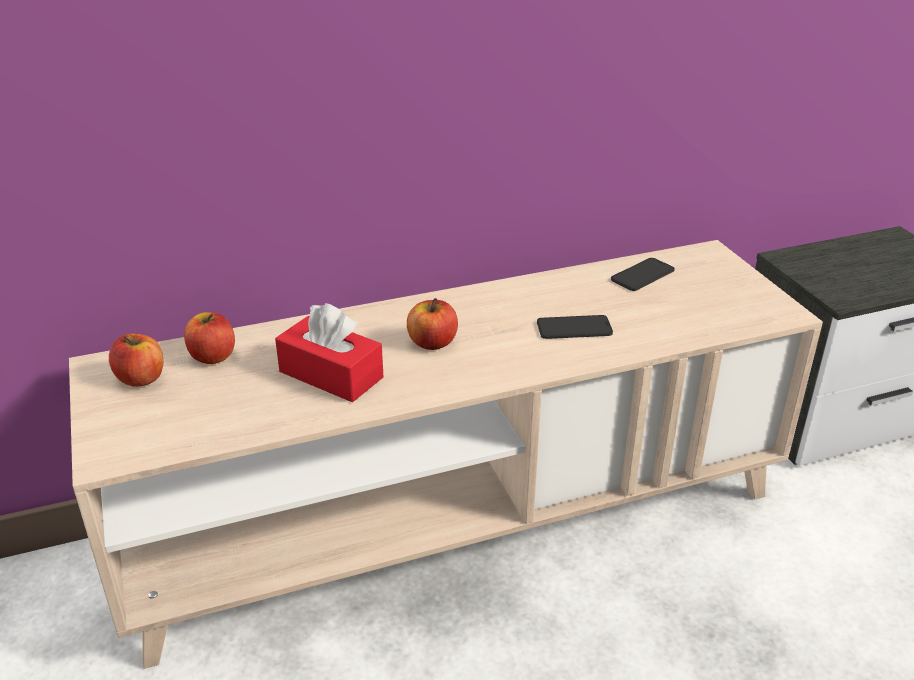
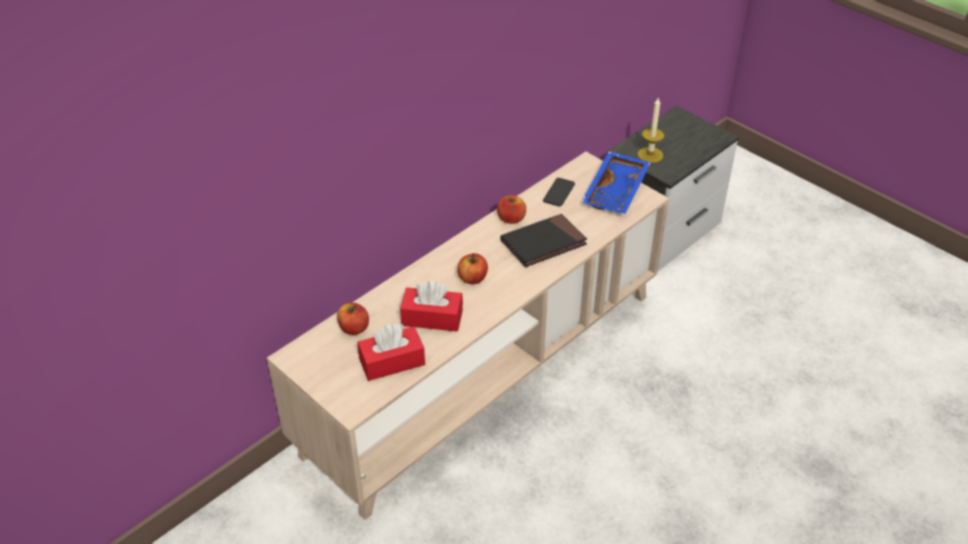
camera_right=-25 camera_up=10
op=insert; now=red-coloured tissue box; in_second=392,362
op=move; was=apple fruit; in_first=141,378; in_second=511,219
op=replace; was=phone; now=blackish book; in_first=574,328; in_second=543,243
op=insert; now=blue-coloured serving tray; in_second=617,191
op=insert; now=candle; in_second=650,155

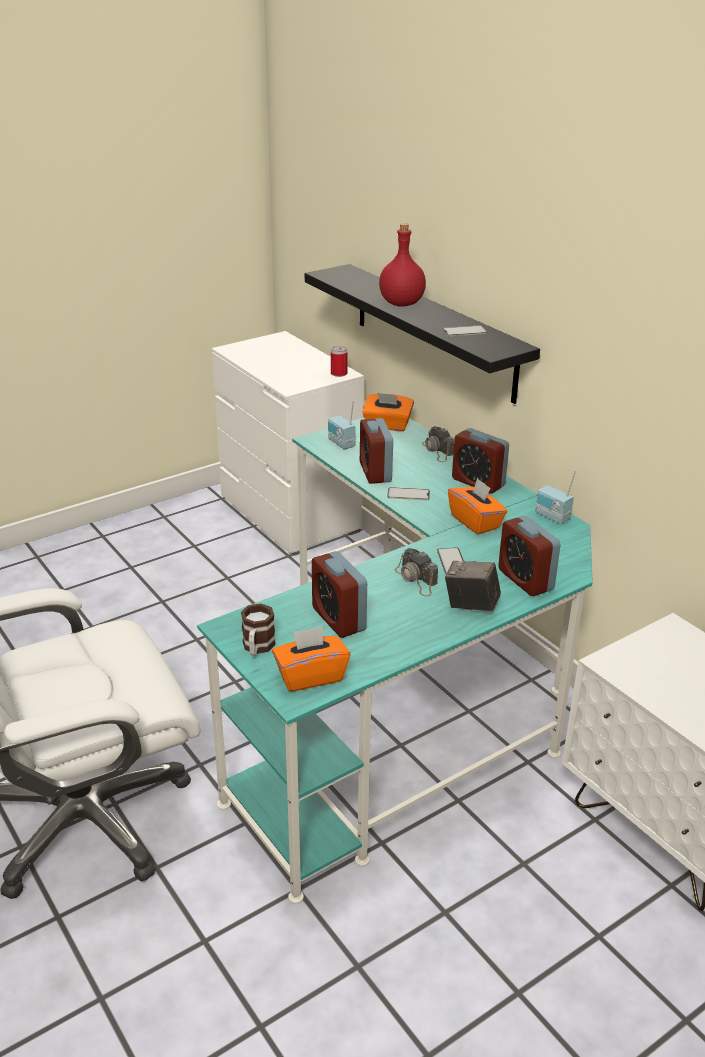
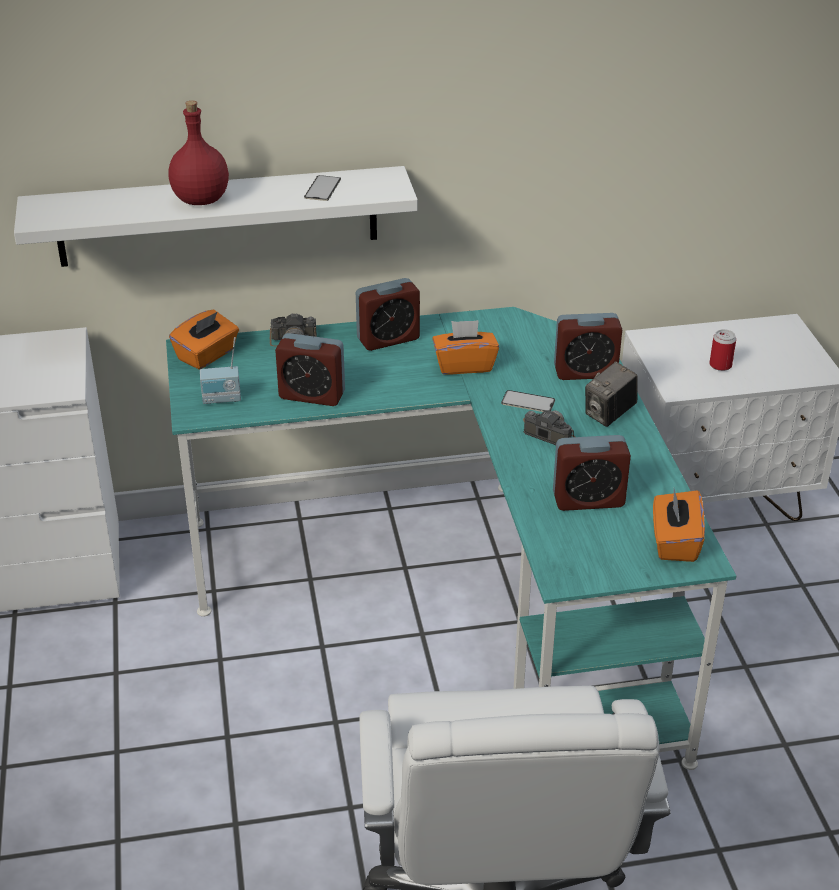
camera_right=-65 camera_up=5
op=recolor; was=blackish bracket shelf; now=whitish bracket shelf; in_first=433,331; in_second=218,216
op=rotate; was=photo camera; in_first=416,579; in_second=546,432; clockwise=-135
op=move; was=metal can; in_first=339,374; in_second=720,365
op=delete; was=coffee mug; in_first=257,648
op=delete; was=phone; in_first=408,494
op=delete; was=radio set; in_first=552,517

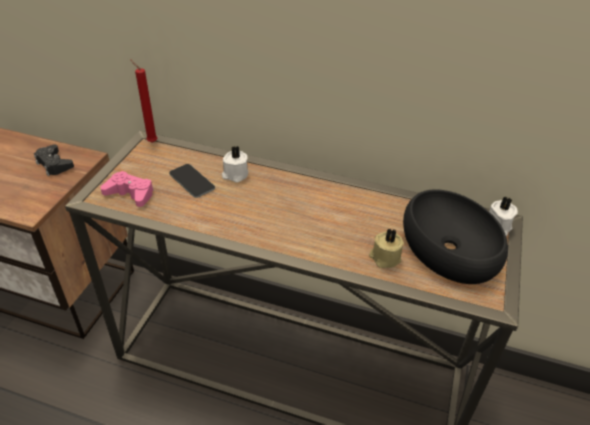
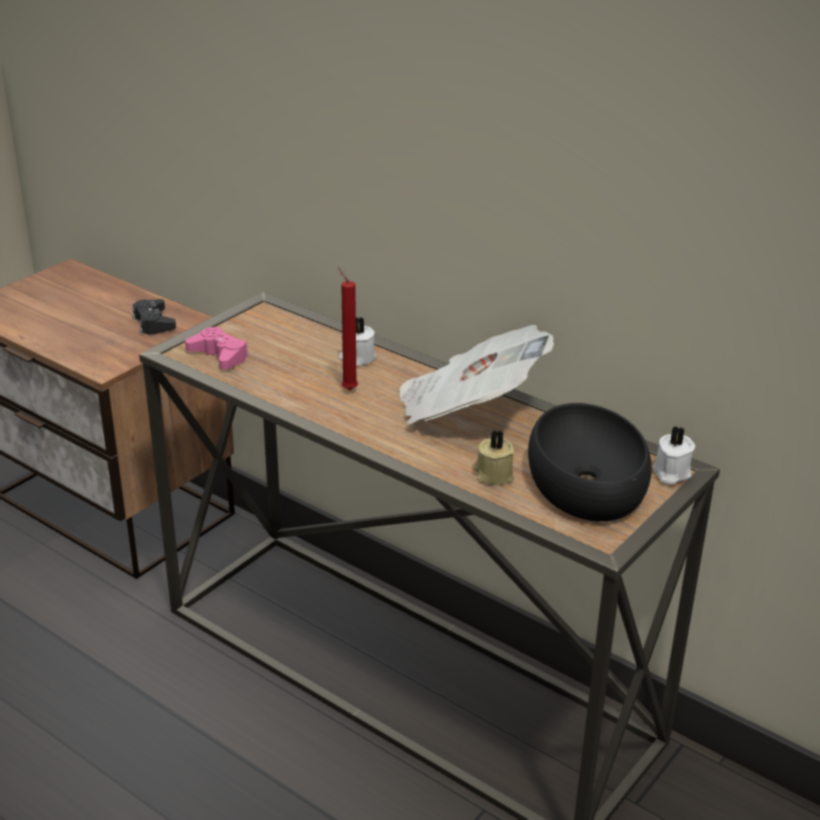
camera_right=20 camera_up=-10
op=move; was=red-coloured candle; in_first=151,142; in_second=348,389
op=insert; now=printed paper; in_second=468,409
op=delete; was=phone; in_first=192,181

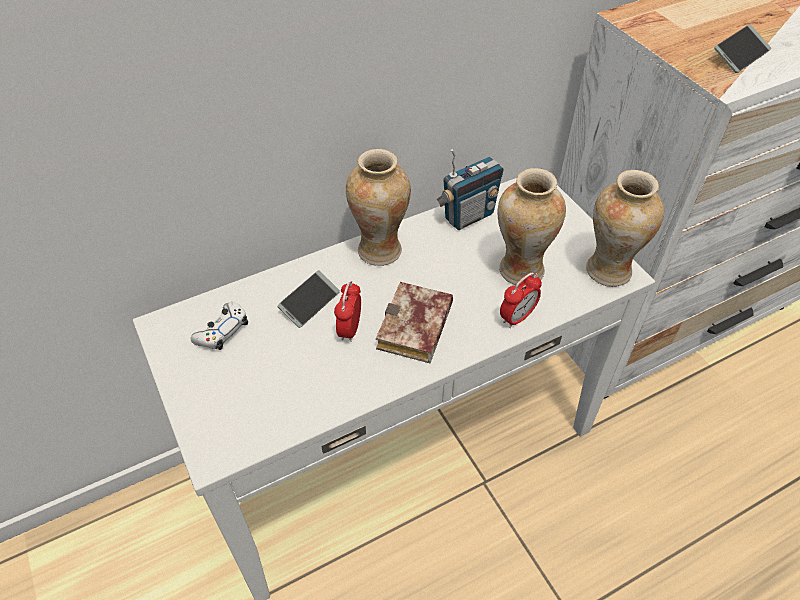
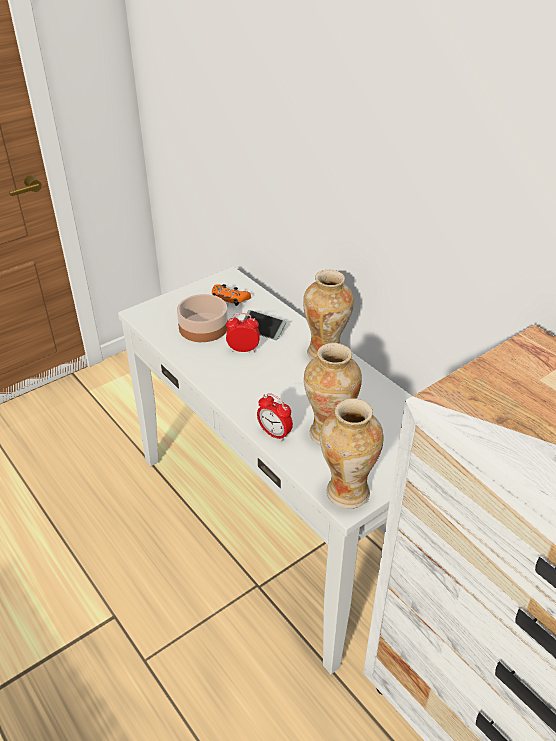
camera_right=80 camera_up=-10
op=insert; now=deep dish; in_second=203,327
op=recolor; was=whitish gamepad; now=orange gamepad; in_first=222,331; in_second=230,298
op=delete; was=book; in_first=416,331
op=delete; was=radio set; in_first=468,216
op=delete; was=phone; in_first=740,55

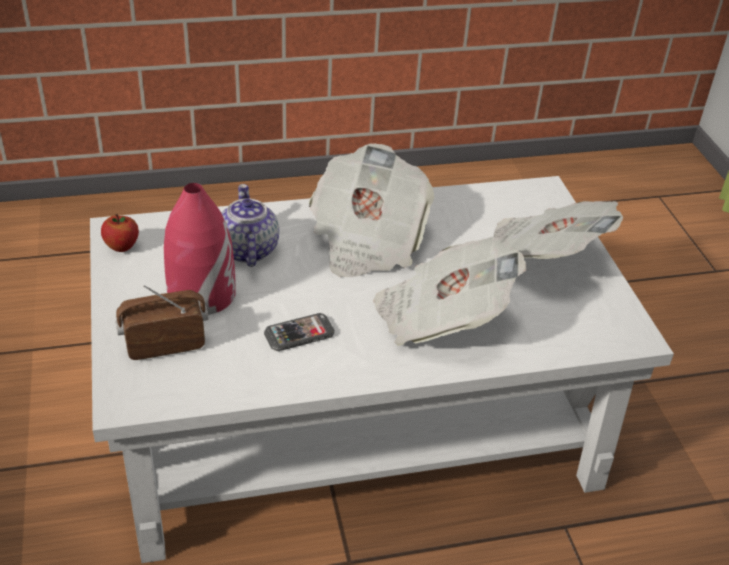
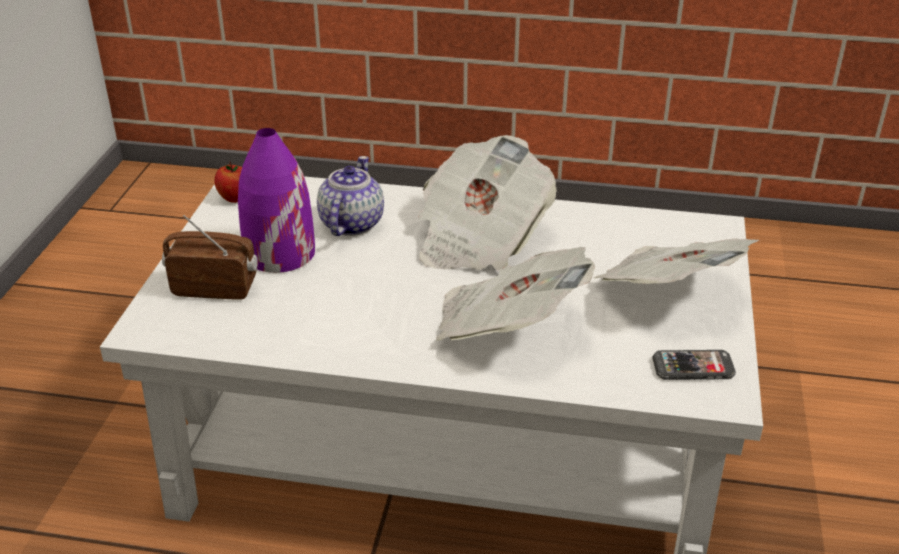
camera_right=25 camera_up=-5
op=recolor; was=red-coloured vase; now=purple vase; in_first=201,294; in_second=279,253
op=move; was=phone; in_first=299,334; in_second=693,367

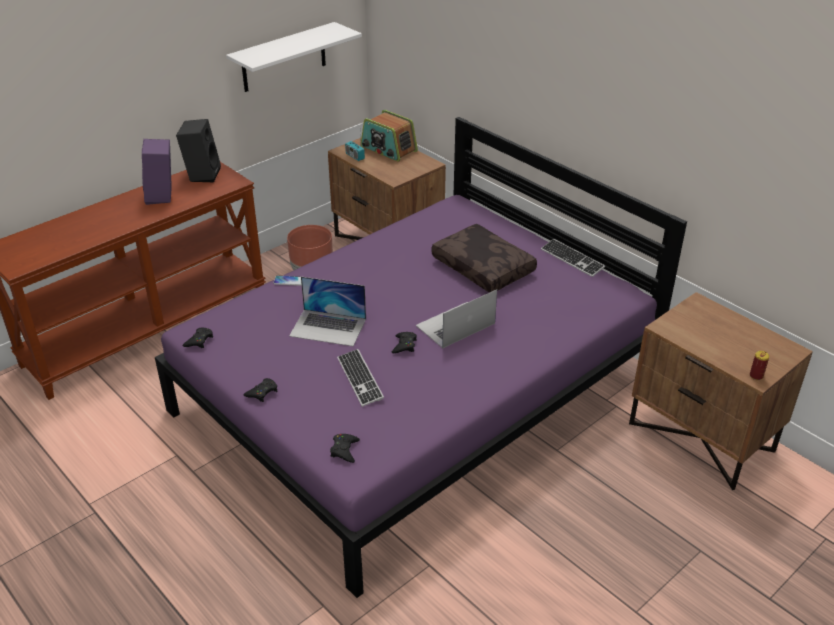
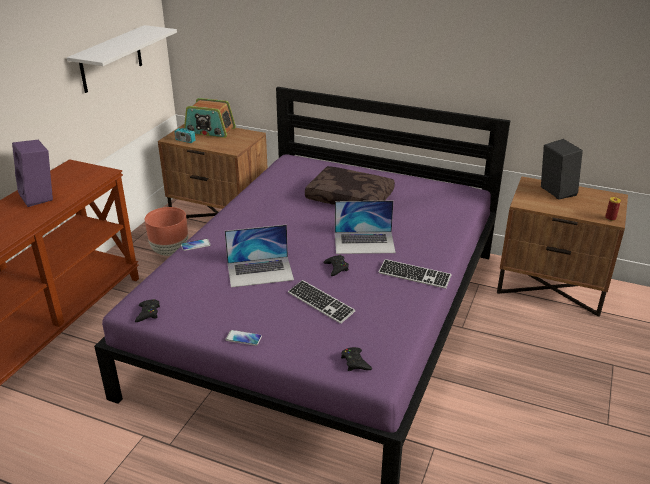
camera_right=-25 camera_up=-5
op=replace; was=blackish gamepad; now=phone; in_first=262,392; in_second=243,338
op=rotate; was=notebook computer; in_first=455,325; in_second=364,242; clockwise=-120
op=move; was=computer keyboard; in_first=572,259; in_second=414,275
op=move; was=blackish audio speaker; in_first=202,174; in_second=555,192

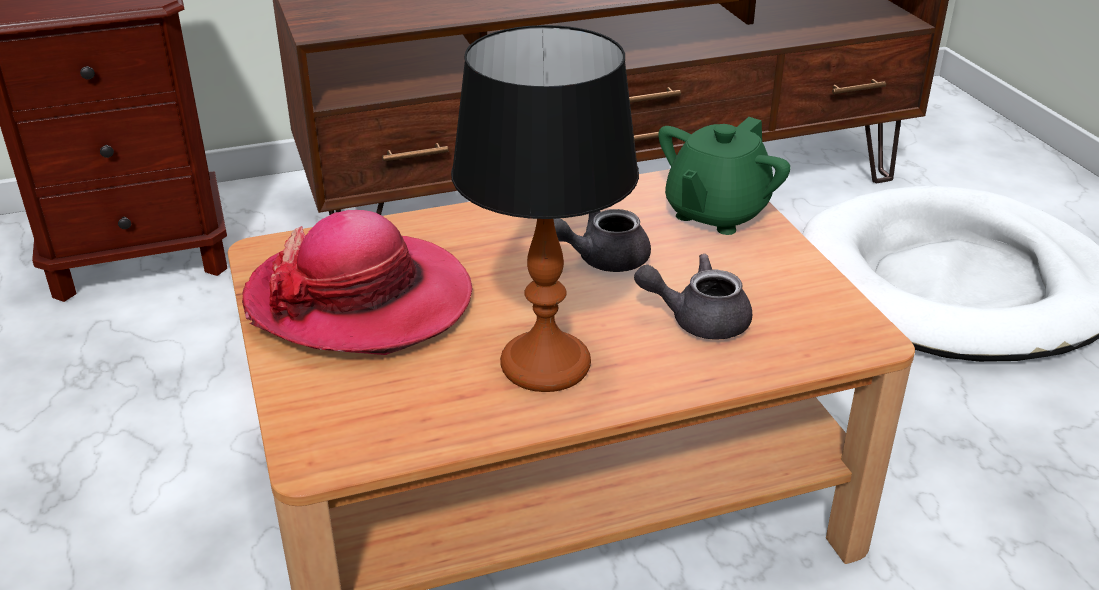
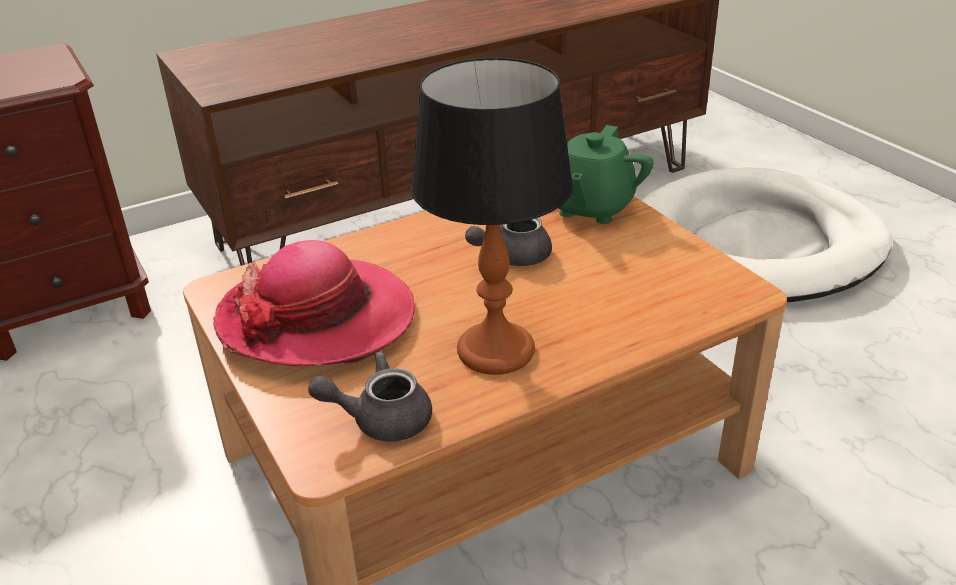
camera_right=-10 camera_up=0
op=move; was=gray teapot; in_first=698,319; in_second=380,419

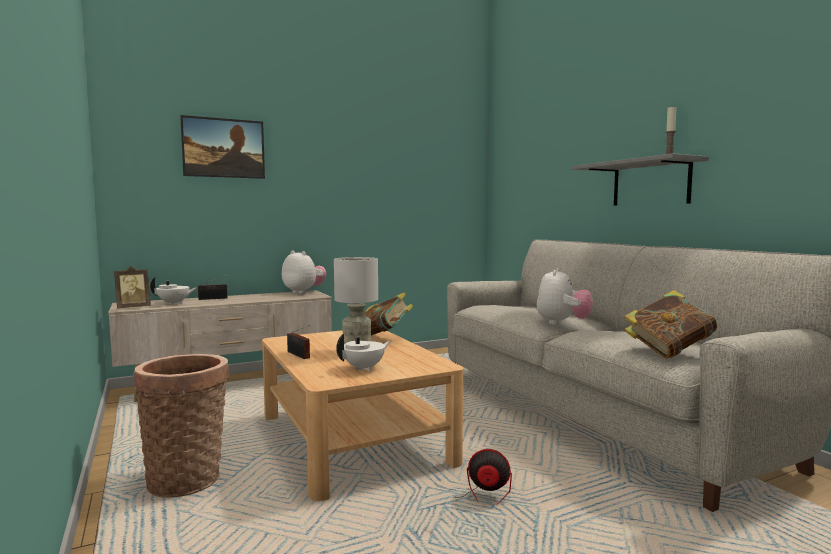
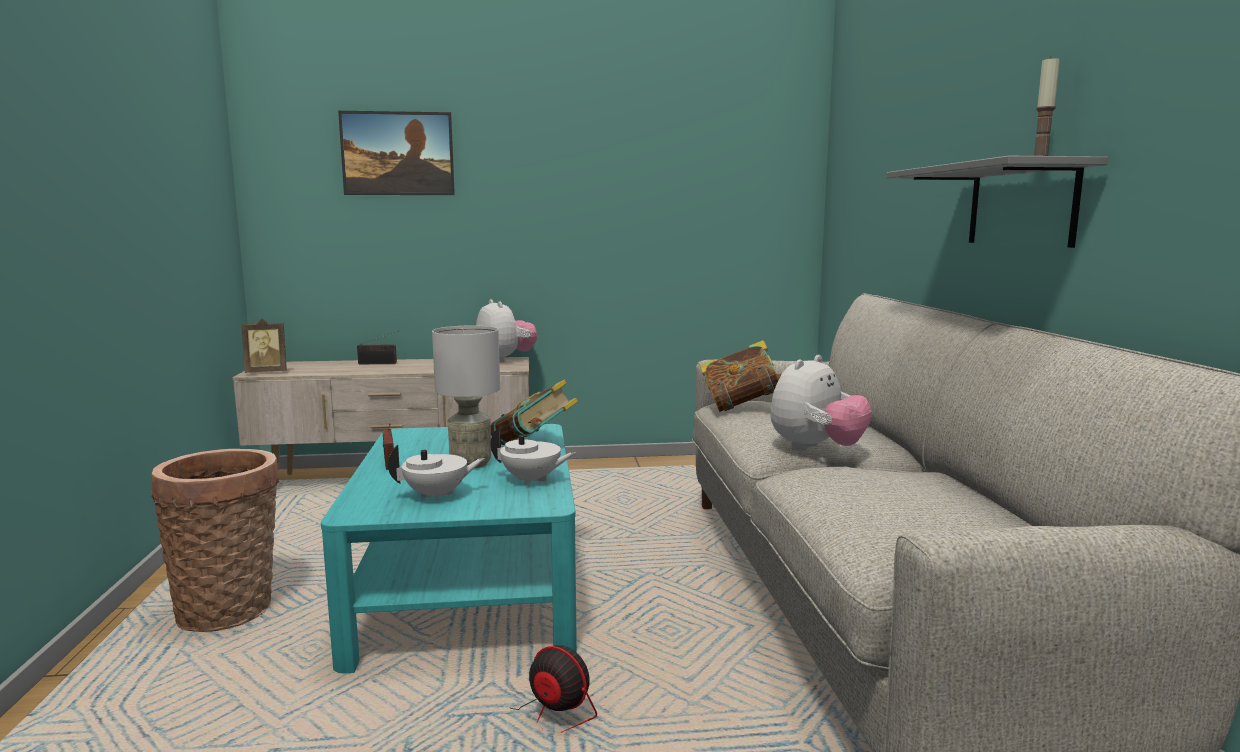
camera_right=20 camera_up=5
op=recolor; was=beige coffee table; now=turquoise coffee table; in_first=354,439; in_second=469,587
op=move; was=whitish teapot; in_first=174,303; in_second=532,480
op=move; was=book; in_first=668,352; in_second=741,406

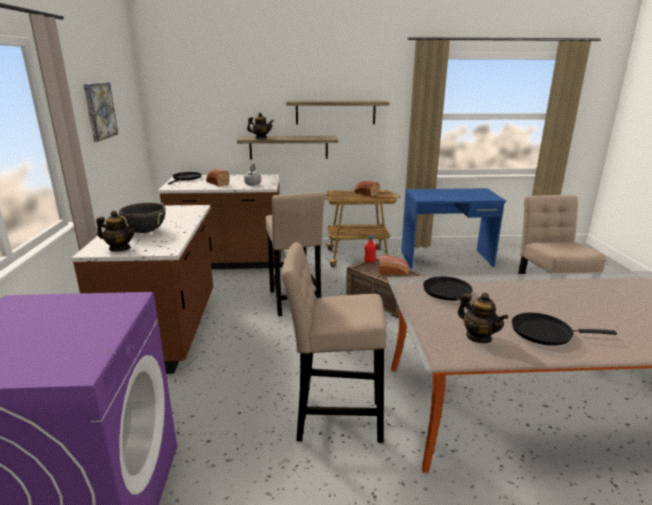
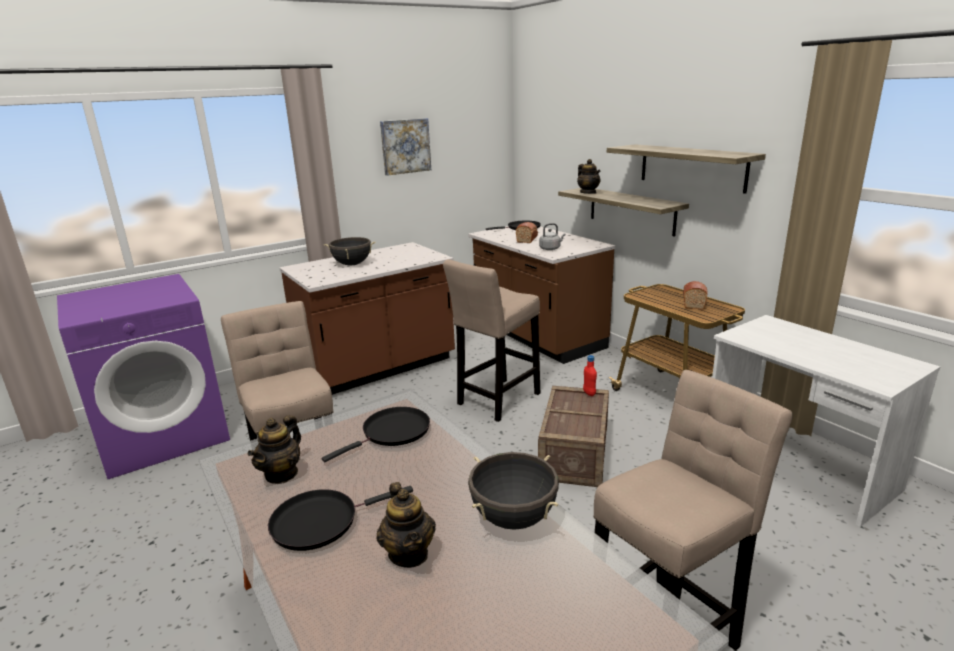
camera_right=60 camera_up=0
op=rotate; was=blackish pan; in_first=545,332; in_second=320,521; clockwise=-90
op=move; was=teapot; in_first=120,248; in_second=409,554
op=insert; now=blackish saucepot; in_second=514,518
op=recolor; was=blue-coloured desk table; now=whitish desk table; in_first=446,259; in_second=796,467
op=delete; was=bakery bread; in_first=393,272

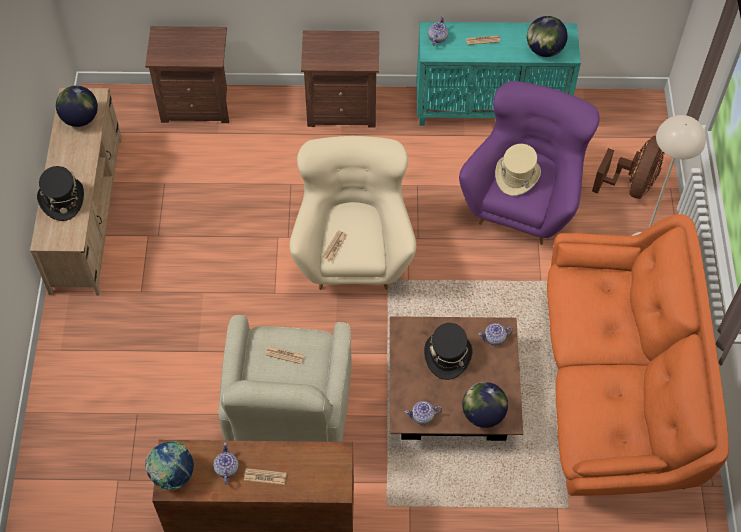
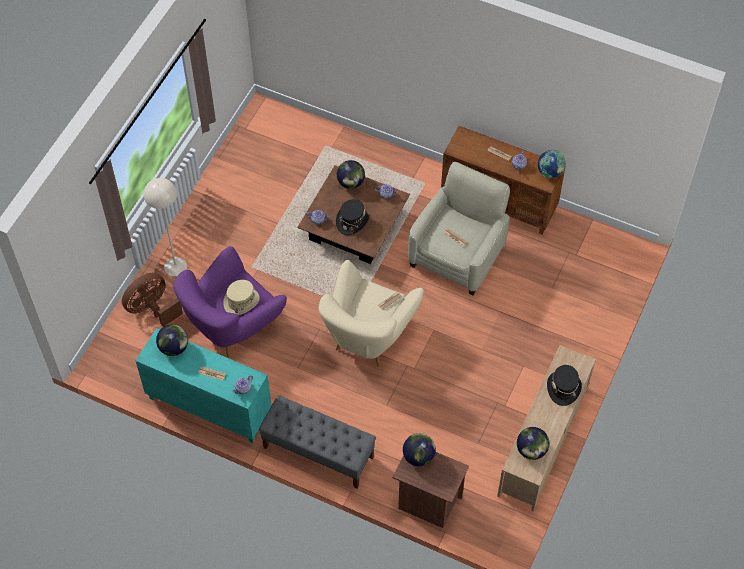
camera_right=-155 camera_up=0
op=replace; was=brownish nightstand; now=gray bench; in_first=342,109; in_second=318,452
op=insert; now=globe; in_second=418,456
op=delete; was=orange couch; in_first=616,389

